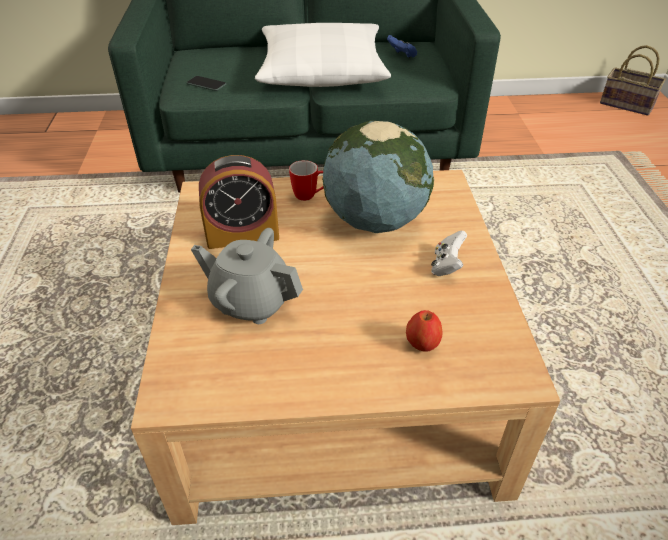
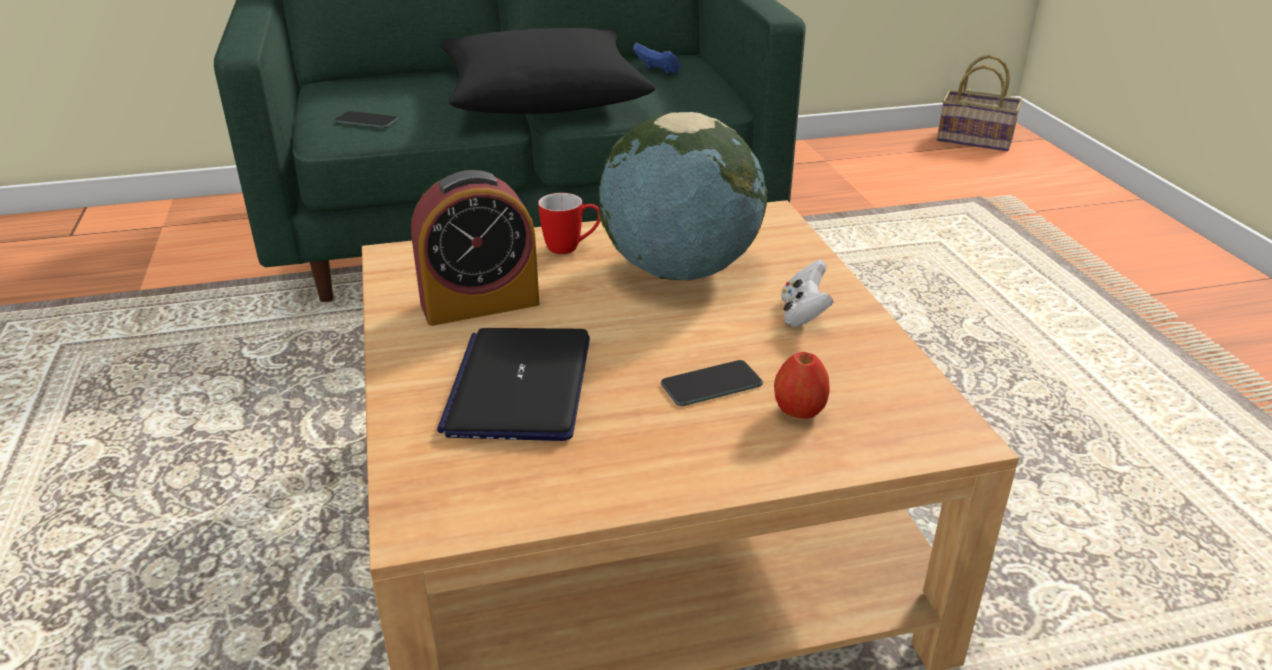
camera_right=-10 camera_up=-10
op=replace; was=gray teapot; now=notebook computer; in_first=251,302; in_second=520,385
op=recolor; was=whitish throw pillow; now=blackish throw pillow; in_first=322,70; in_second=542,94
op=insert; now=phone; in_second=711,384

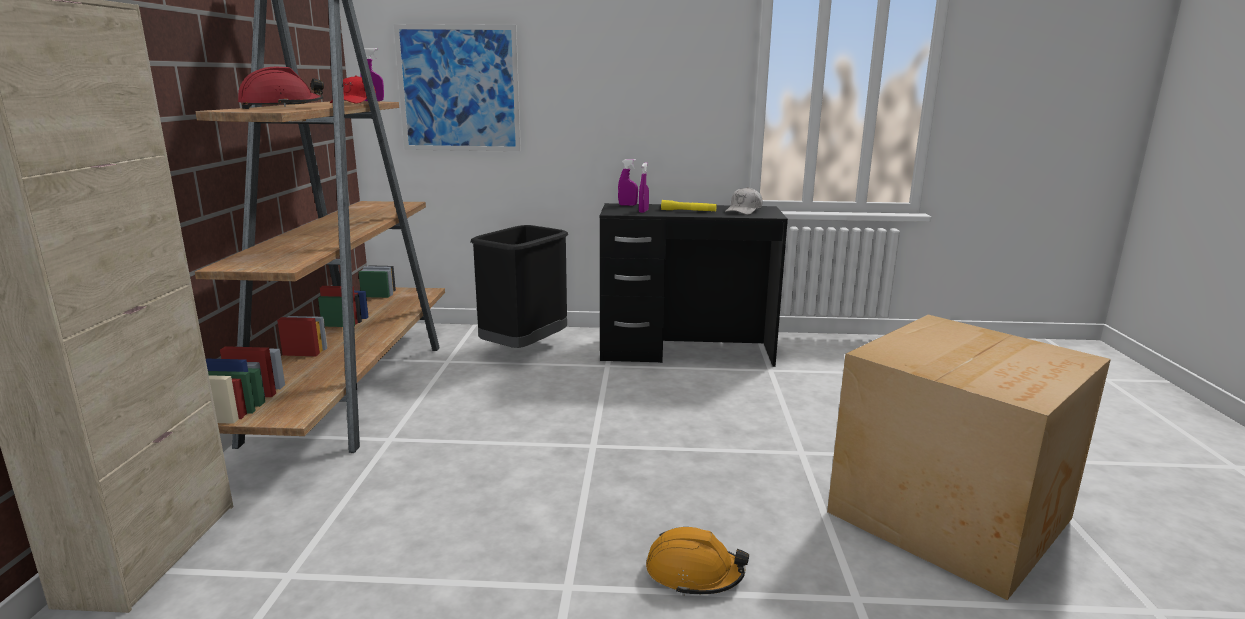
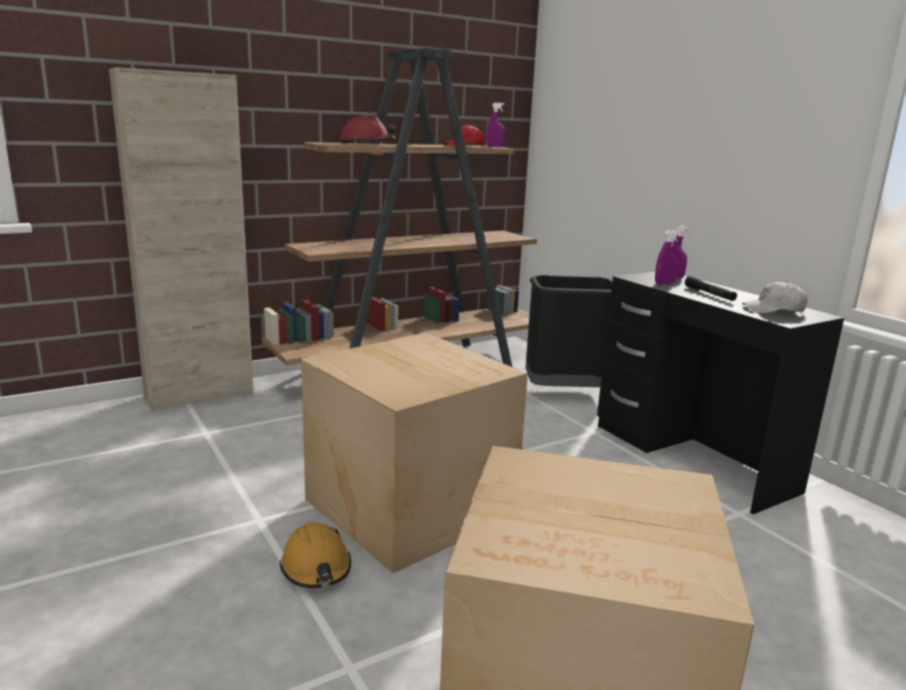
camera_right=55 camera_up=0
op=insert; now=packing box; in_second=410,505
op=recolor; was=yellow-coloured torch; now=blackish torch; in_first=688,211; in_second=709,294
op=delete; was=wall picture; in_first=459,89

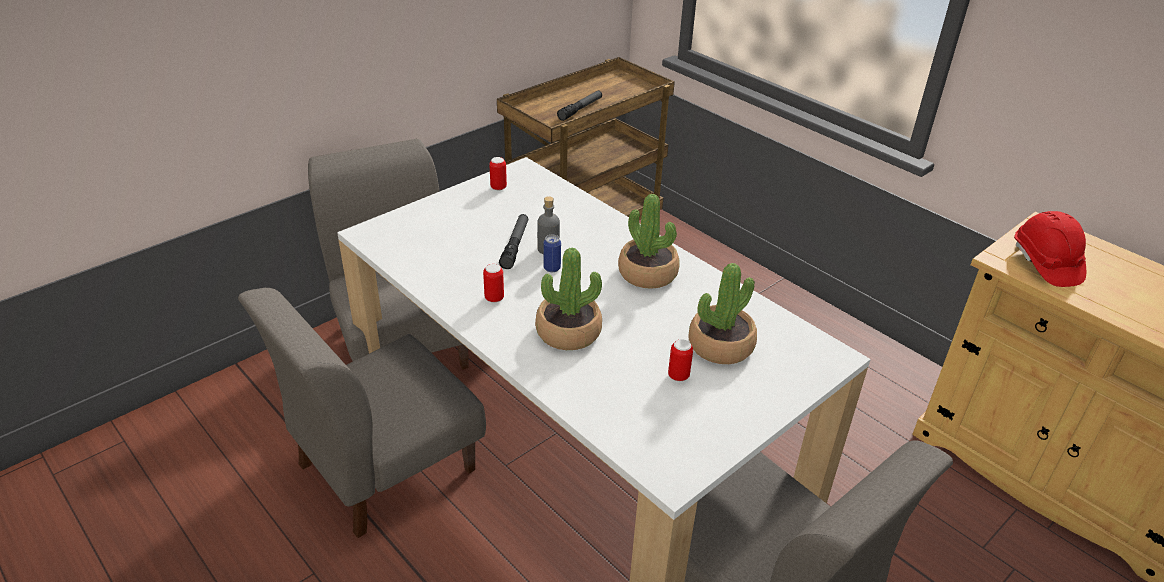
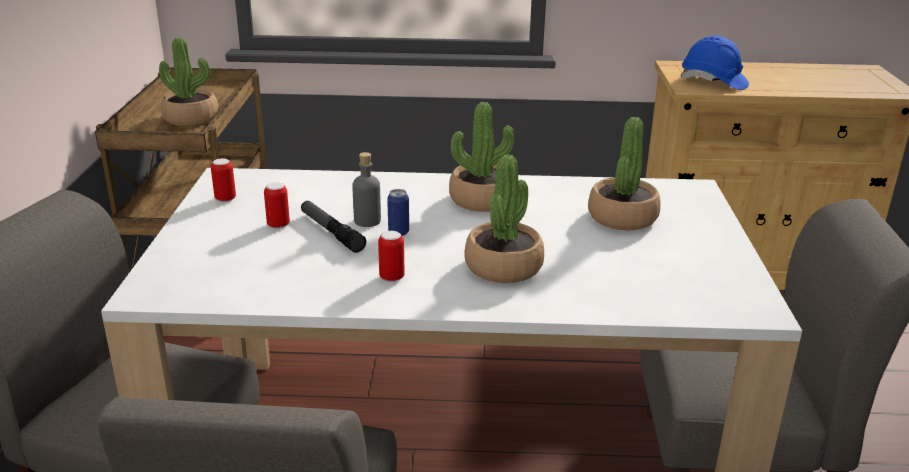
camera_right=-45 camera_up=-10
op=replace; was=torch; now=houseplant; in_first=580,109; in_second=191,118
op=move; was=metal can; in_first=678,376; in_second=278,225
op=recolor; was=red-coloured hard hat; now=blue-coloured hard hat; in_first=1045,263; in_second=713,82

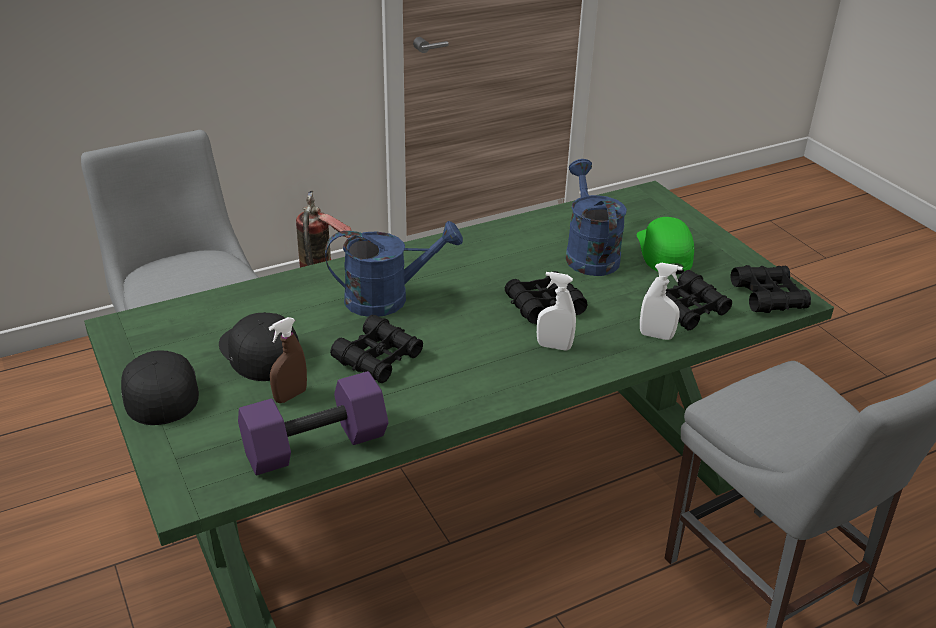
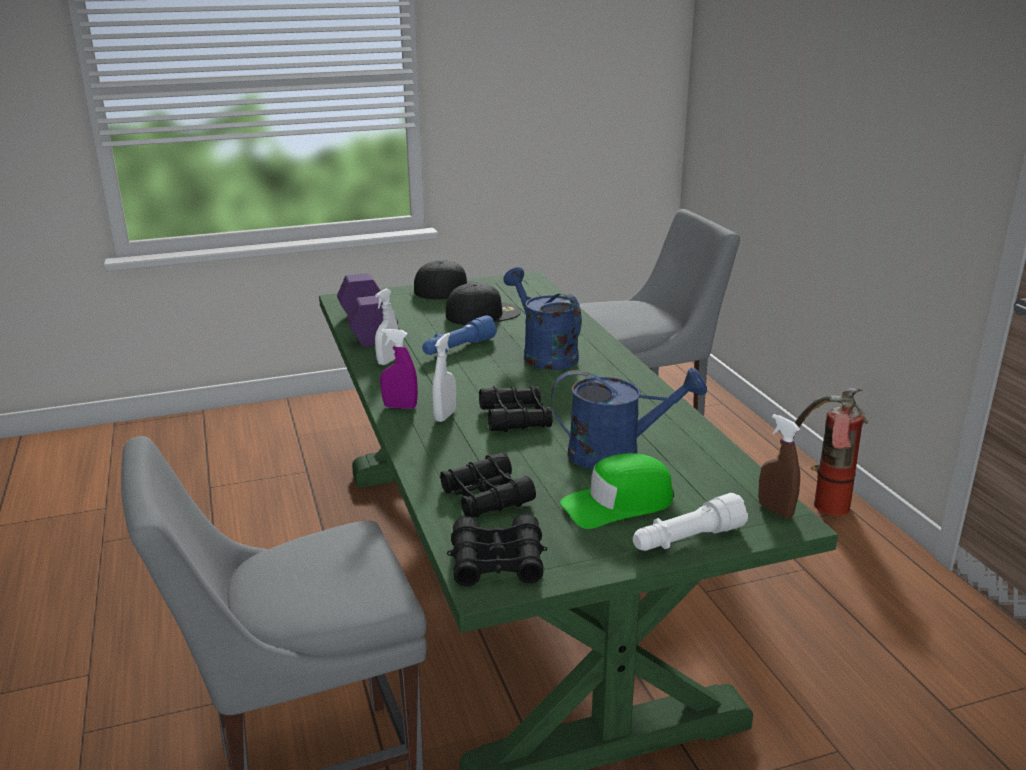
camera_right=100 camera_up=-10
op=move; was=whitish hand sprayer; in_first=656,336; in_second=388,361
op=insert; now=purple hand sprayer; in_second=400,407
op=replace; was=blackish field glasses; now=blue-coloured torch; in_first=378,358; in_second=458,348
op=rotate; was=blue-coloured watering pot; in_first=388,298; in_second=544,354; clockwise=150
op=rotate; was=green peaked cap; in_first=664,252; in_second=618,504; clockwise=150
op=insert; now=whitish torch; in_second=686,539
op=move; was=brownish hand sprayer; in_first=290,396; in_second=775,510

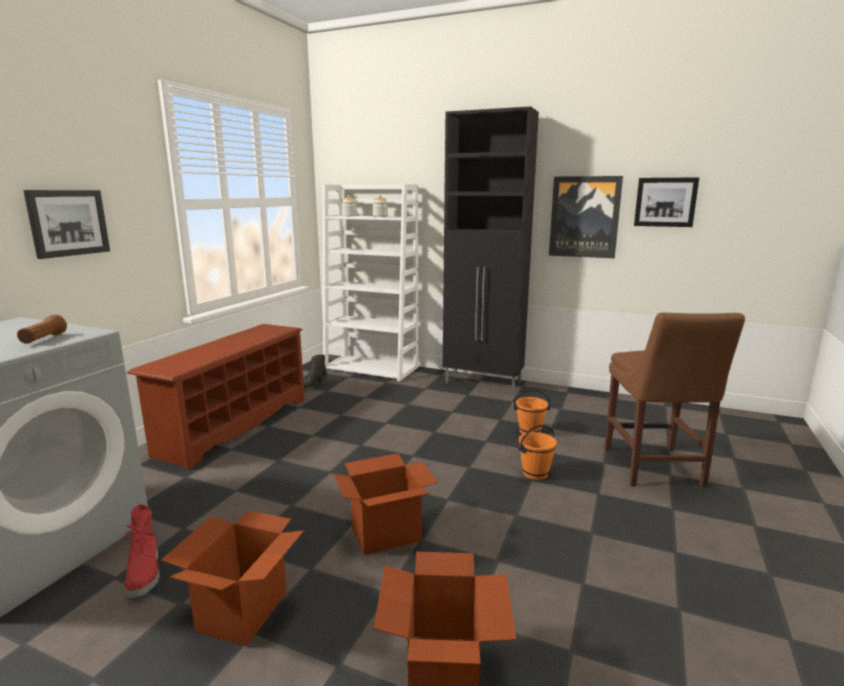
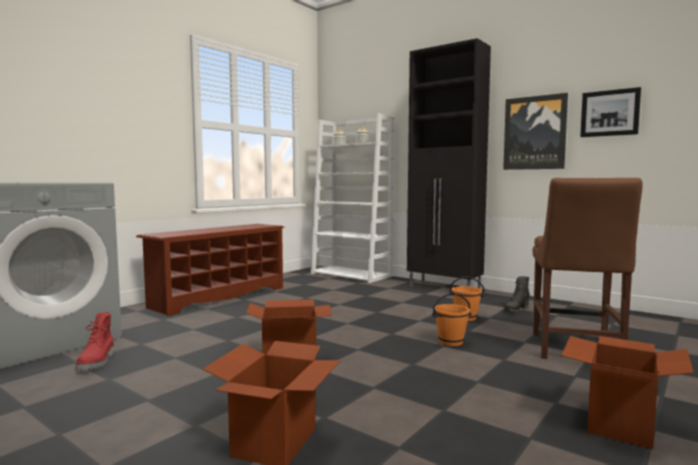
camera_right=15 camera_up=-10
op=move; was=blackish boot; in_first=313,386; in_second=516,310
op=move; was=packing box; in_first=243,611; in_second=620,424
op=delete; was=brownish torch; in_first=43,339
op=delete; was=wall picture; in_first=68,222

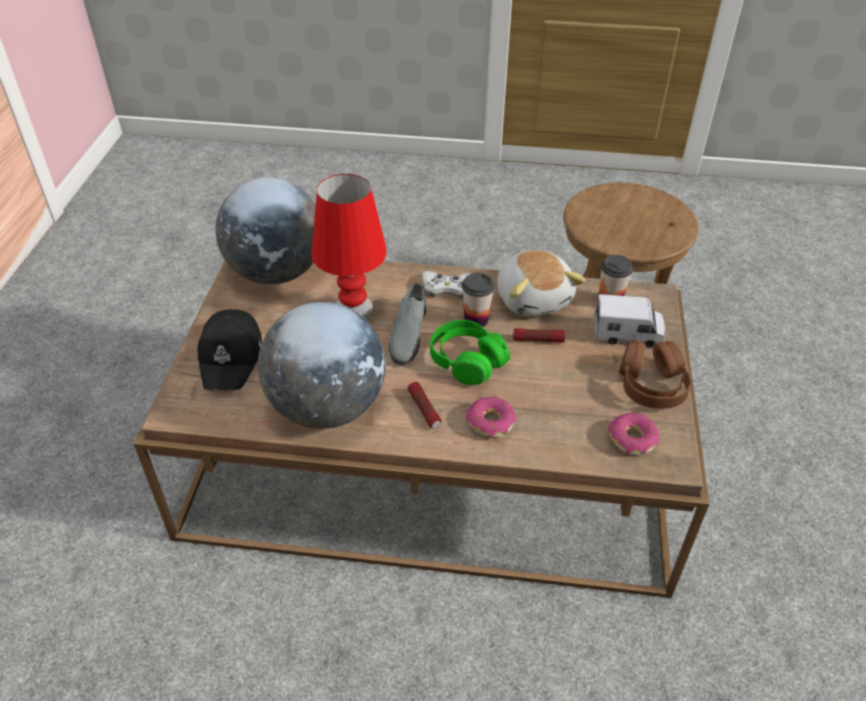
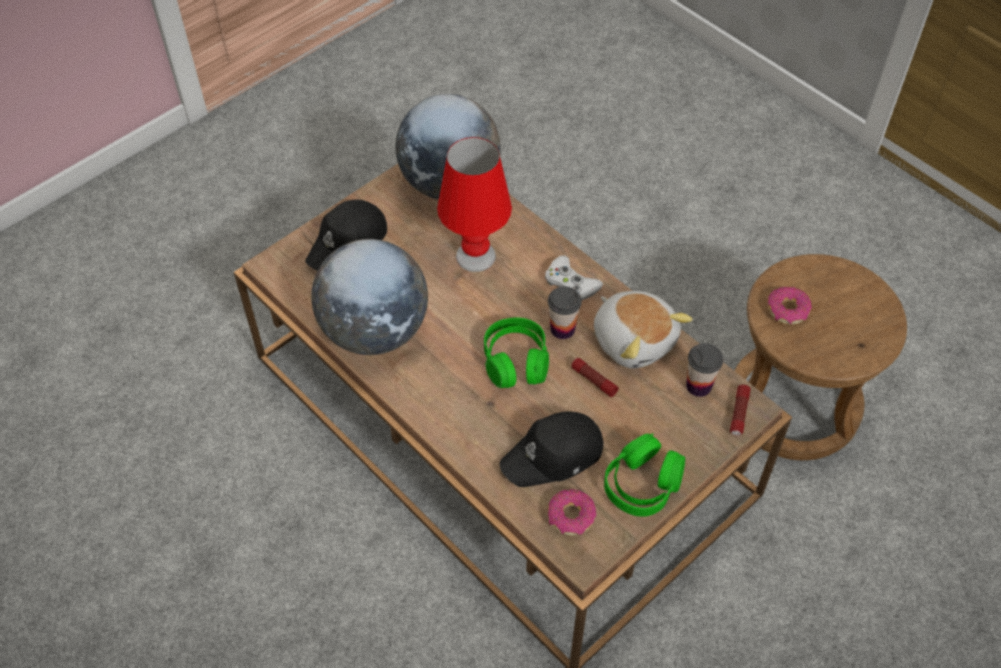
camera_right=40 camera_up=10
op=insert; now=blackish peaked cap; in_second=554,456
op=rotate; was=soft toy; in_first=534,298; in_second=634,339; clockwise=-60
op=recolor; was=brownish pair of headphones; now=green pair of headphones; in_first=651,385; in_second=642,484
op=move; was=torch; in_first=424,409; in_second=739,414
op=move; was=ring doughnut; in_first=490,423; in_second=787,310
op=delete; was=gray shoe; in_first=407,333
op=delete; was=model truck; in_first=627,334

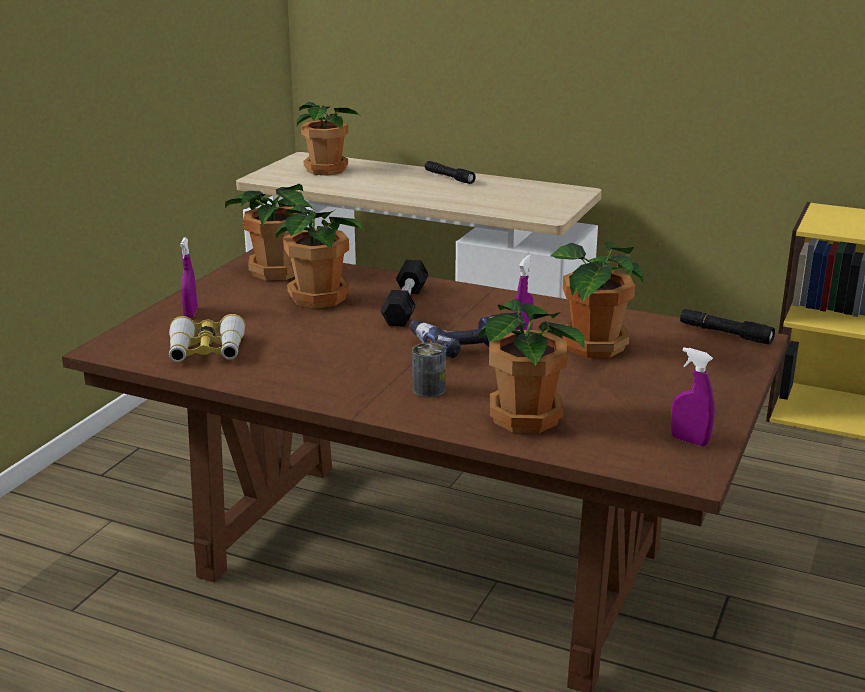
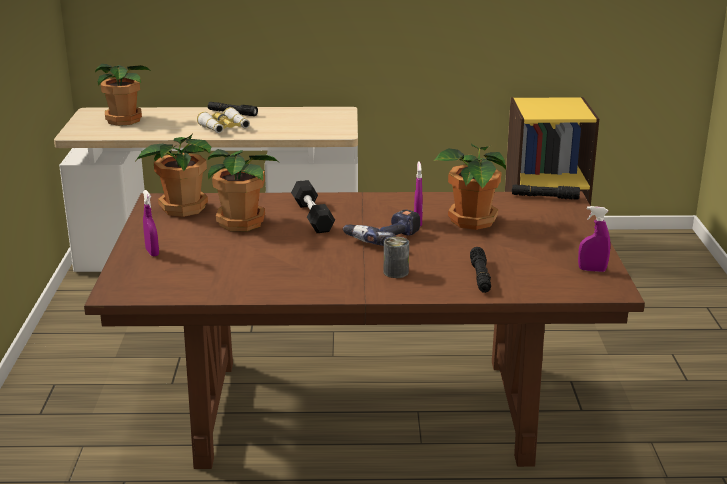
camera_right=-25 camera_up=0
op=move; was=field glasses; in_first=206,351; in_second=224,128
op=replace; was=houseplant; now=blackish torch; in_first=528,417; in_second=480,276

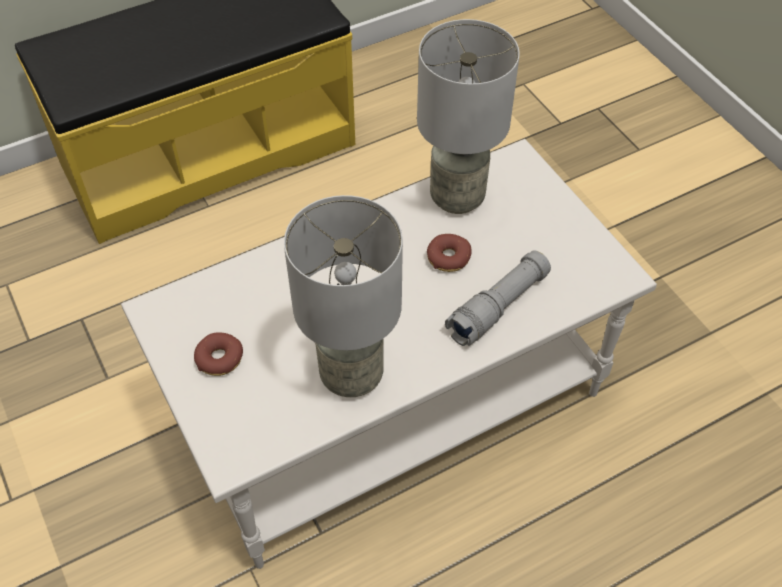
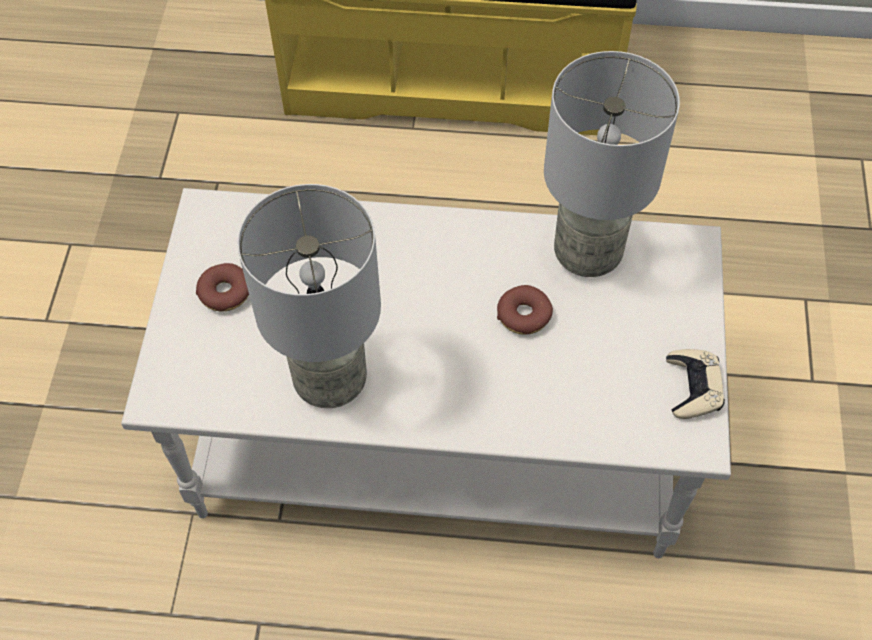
camera_right=35 camera_up=5
op=insert; now=beige gamepad; in_second=693,387
op=delete; was=gray torch; in_first=498,307

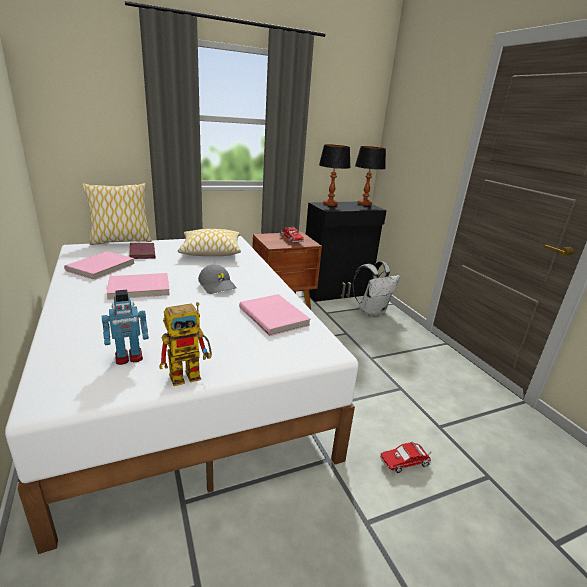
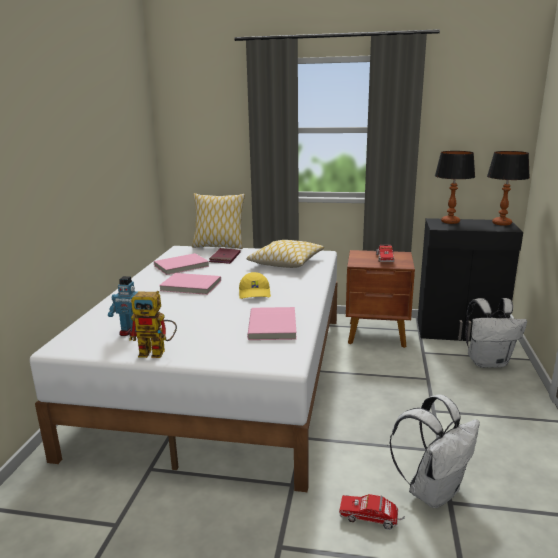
camera_right=35 camera_up=-5
op=recolor; was=gray peaked cap; now=yellow-coloured peaked cap; in_first=218,286; in_second=255,293
op=insert; now=whitish backpack; in_second=433,491

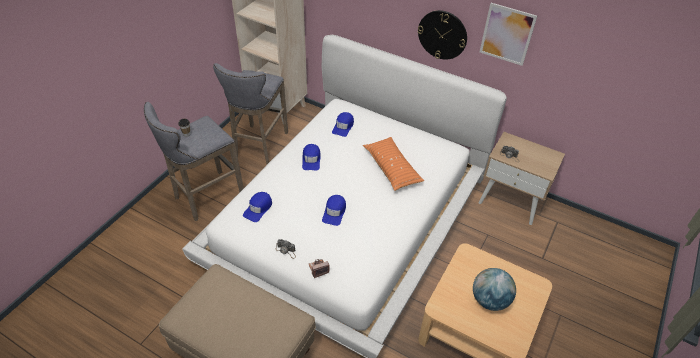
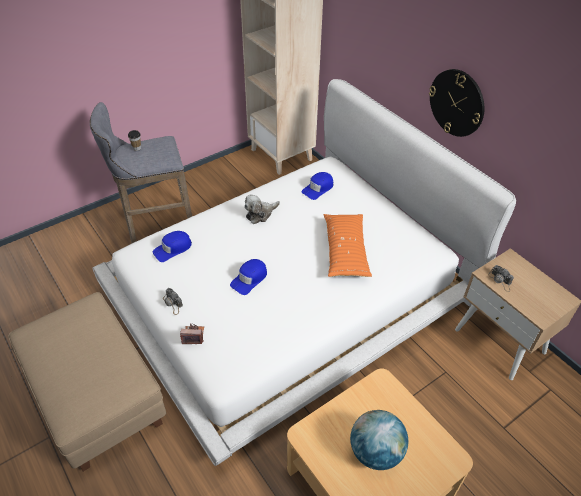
camera_right=25 camera_up=0
op=replace; was=blue-coloured peaked cap; now=soft toy; in_first=311,160; in_second=260,214
op=delete; was=gray stool; in_first=259,146
op=delete; was=wall picture; in_first=507,34

